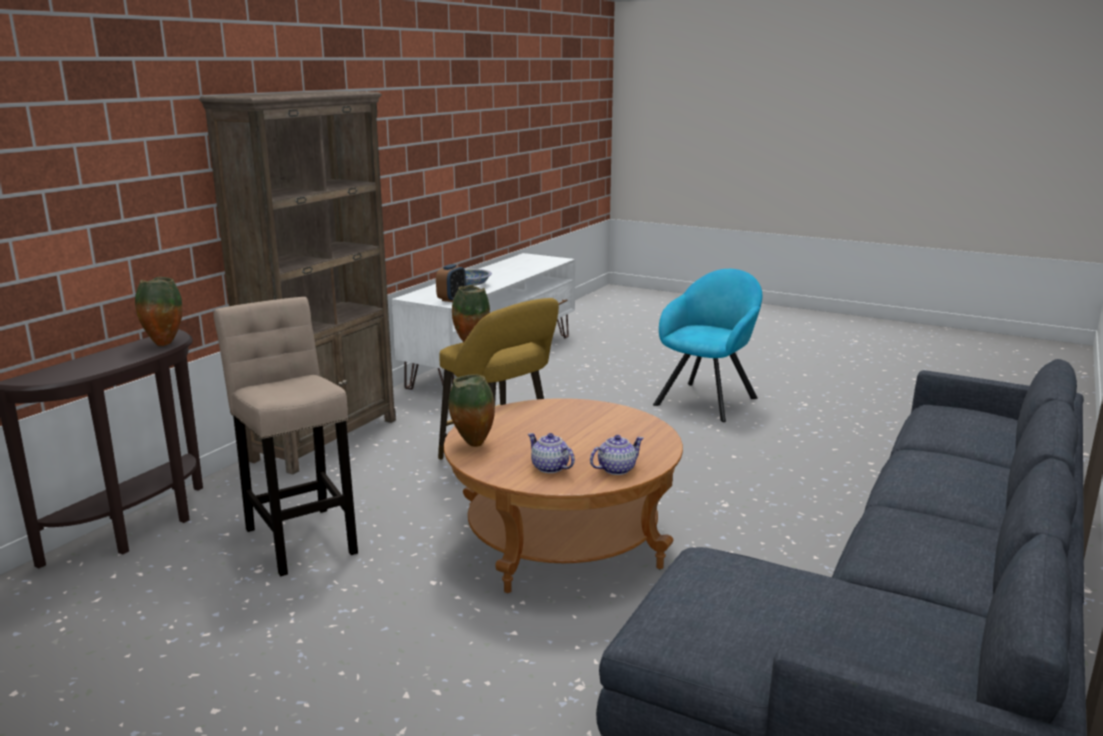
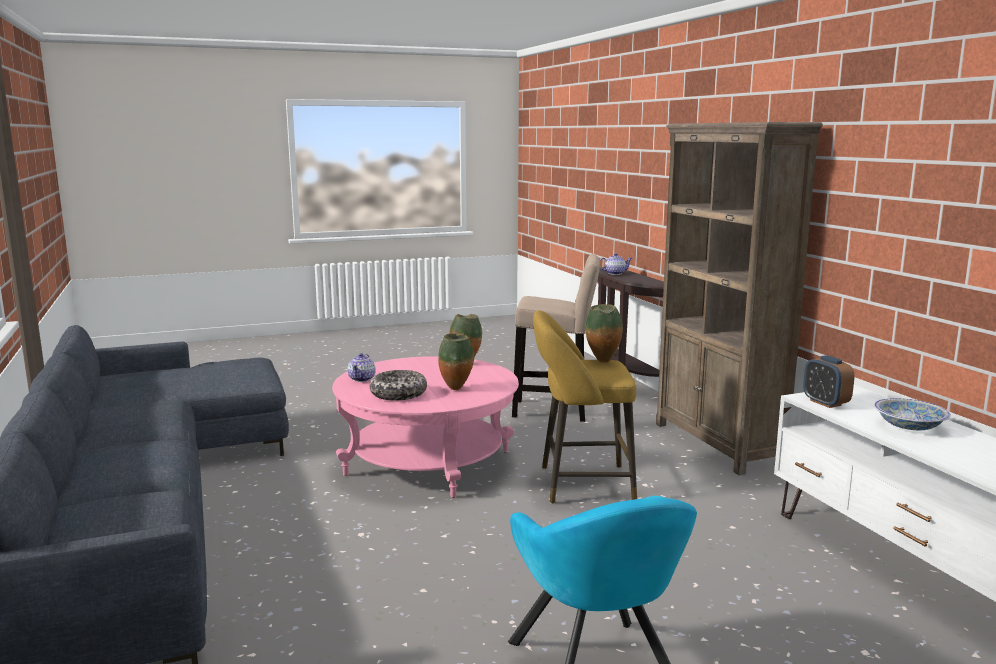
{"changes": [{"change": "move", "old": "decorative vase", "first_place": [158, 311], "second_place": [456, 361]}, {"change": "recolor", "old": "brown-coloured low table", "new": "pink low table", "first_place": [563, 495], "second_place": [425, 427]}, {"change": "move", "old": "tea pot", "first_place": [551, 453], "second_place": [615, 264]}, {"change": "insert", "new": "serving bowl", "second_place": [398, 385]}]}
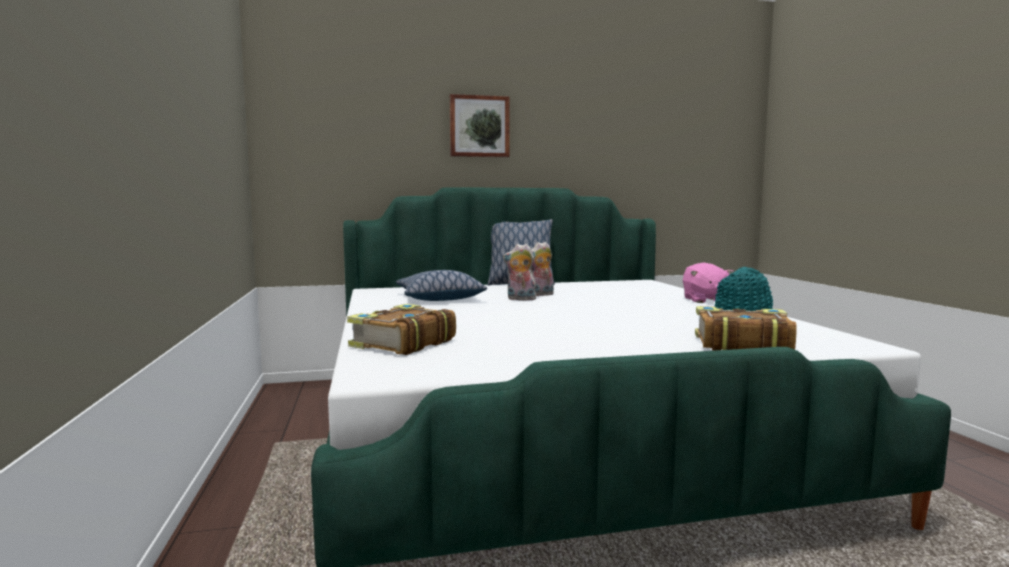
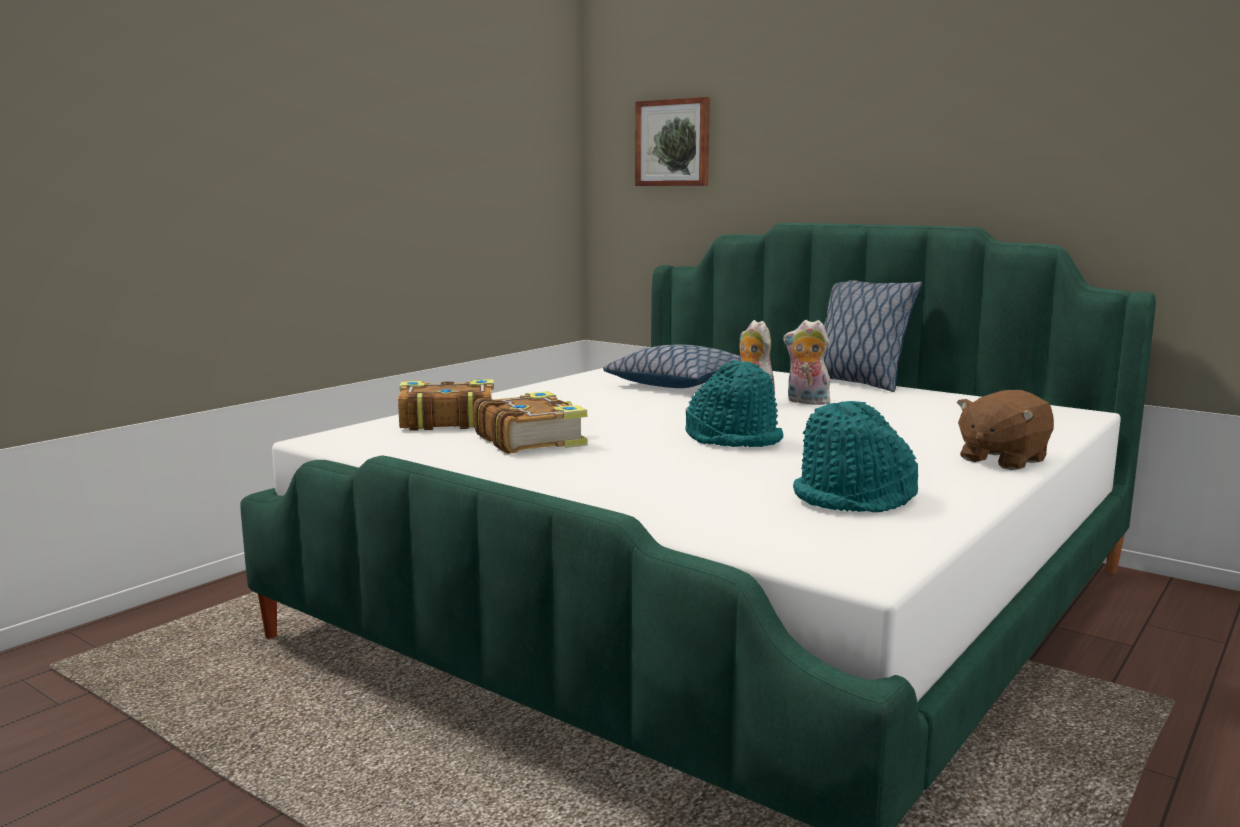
{"changes": [{"change": "move", "old": "wall art", "first_place": [480, 125], "second_place": [672, 141]}, {"change": "recolor", "old": "pink cuddly toy", "new": "brown-coloured cuddly toy", "first_place": [708, 283], "second_place": [1005, 430]}, {"change": "move", "old": "volume", "first_place": [746, 328], "second_place": [530, 422]}, {"change": "insert", "new": "turquoise wearable hat", "second_place": [734, 403]}]}
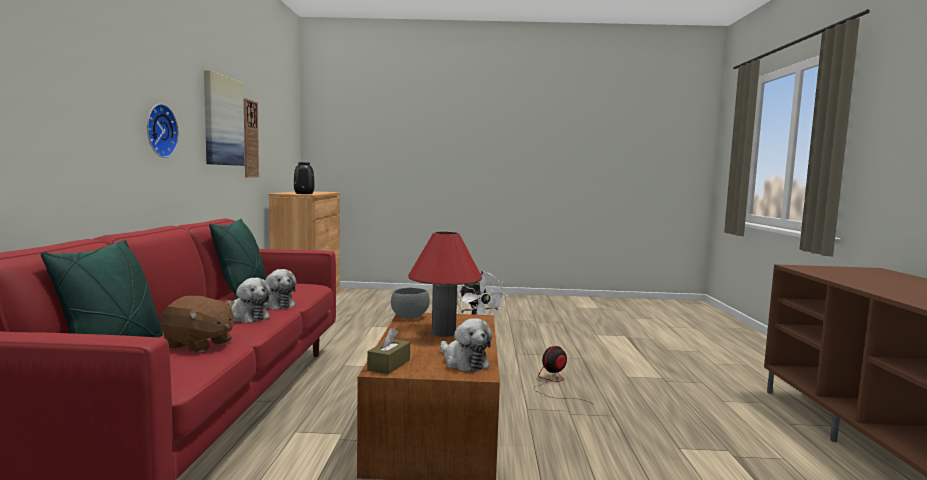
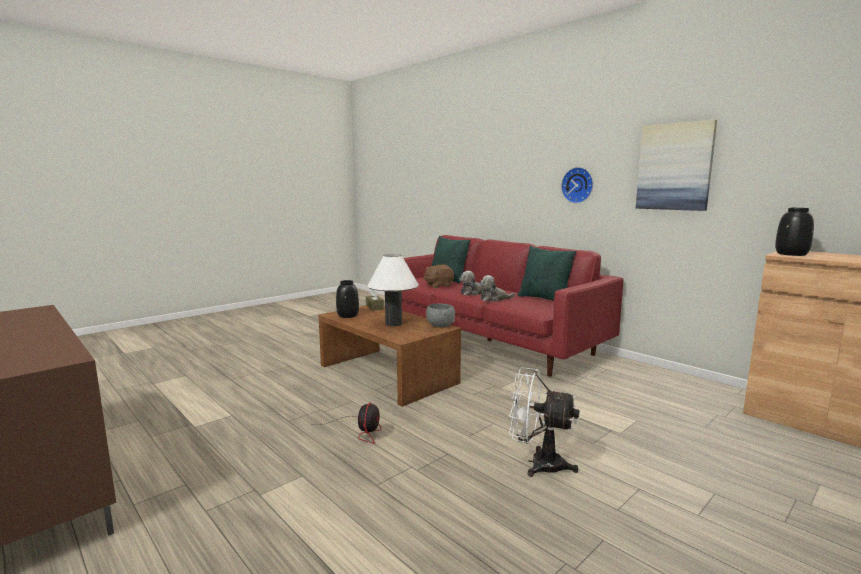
{"changes": [{"change": "delete", "old": "hanging clock", "first_place": [251, 138]}, {"change": "recolor", "old": "red tabletop lamp", "new": "whitish tabletop lamp", "first_place": [445, 284], "second_place": [393, 290]}, {"change": "replace", "old": "cuddly toy", "new": "blackish decorative vase", "first_place": [466, 345], "second_place": [347, 299]}]}
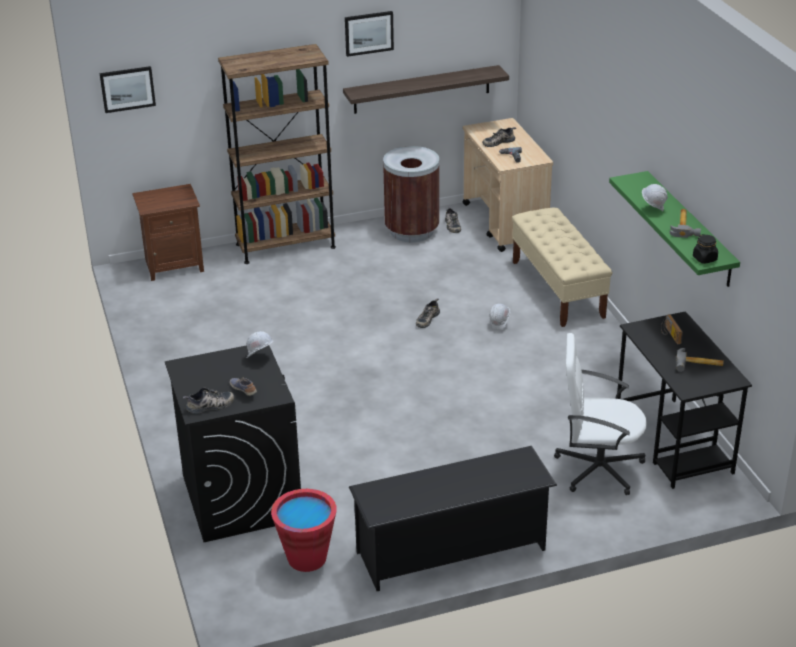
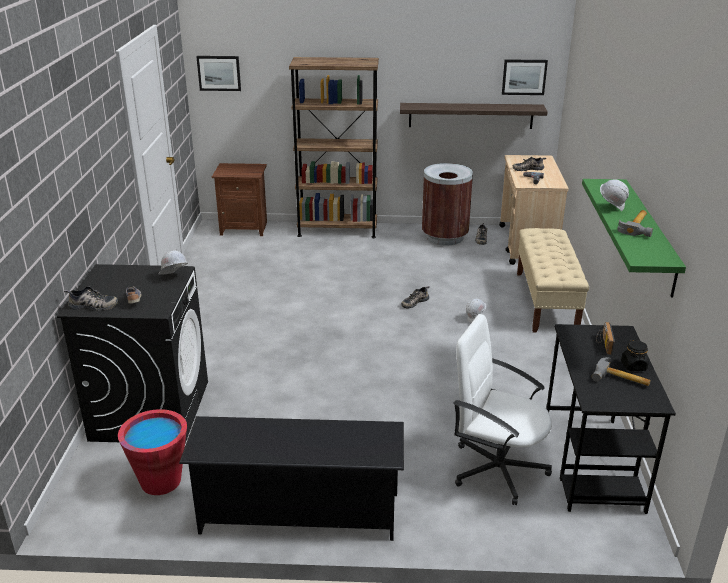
{"changes": [{"change": "move", "old": "wall art", "first_place": [369, 34], "second_place": [525, 77]}, {"change": "move", "old": "blackish storage jar", "first_place": [705, 249], "second_place": [635, 355]}]}
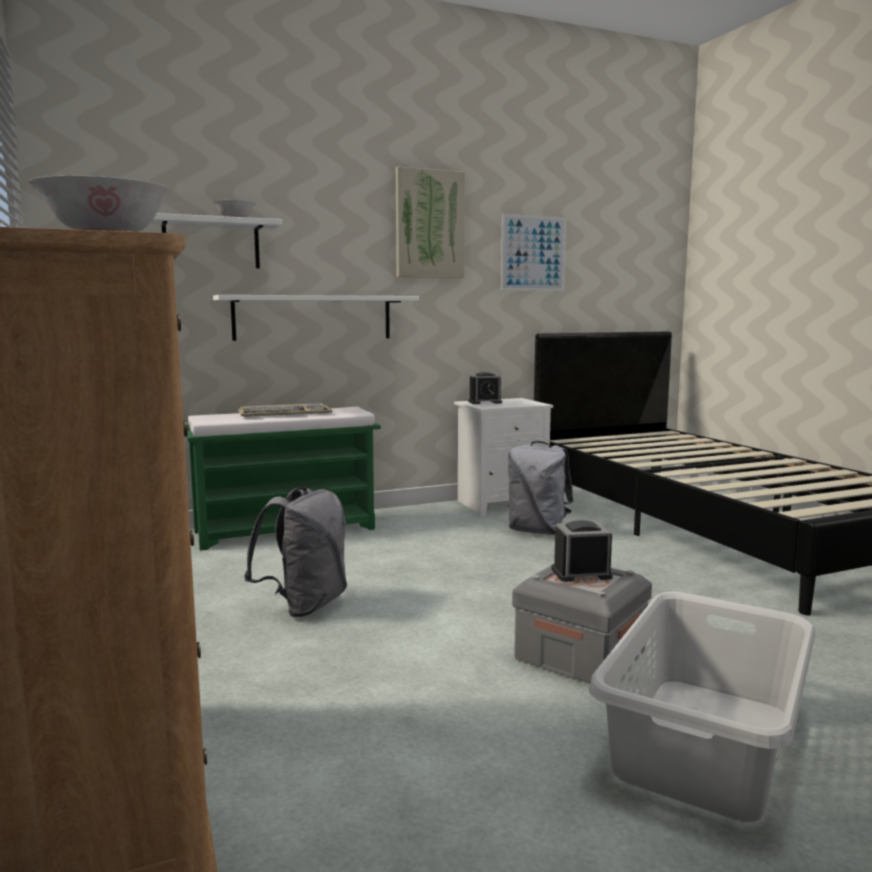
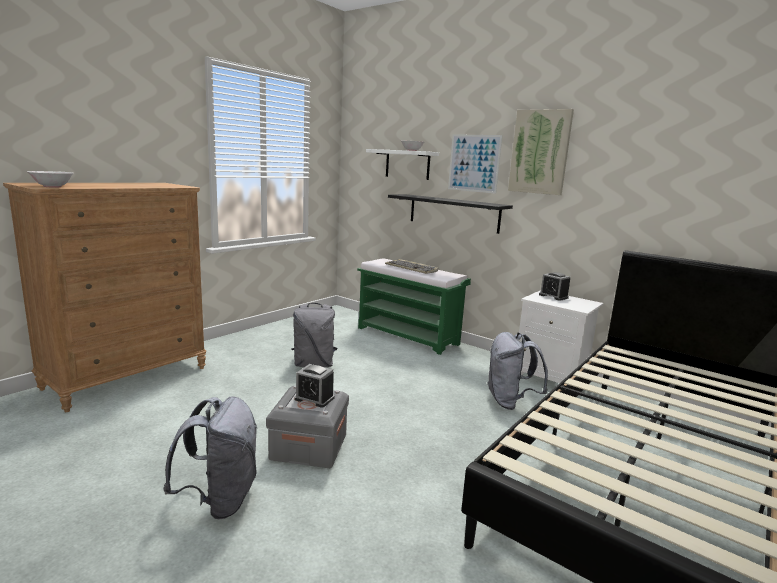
{"changes": [{"change": "move", "old": "wall art", "first_place": [533, 252], "second_place": [475, 164]}, {"change": "recolor", "old": "whitish wall shelf", "new": "blackish wall shelf", "first_place": [316, 318], "second_place": [450, 214]}, {"change": "rotate", "old": "bedside clock", "first_place": [582, 551], "second_place": [314, 386], "degrees": 150}, {"change": "replace", "old": "gray hamper", "new": "gray rucksack", "first_place": [702, 706], "second_place": [210, 458]}]}
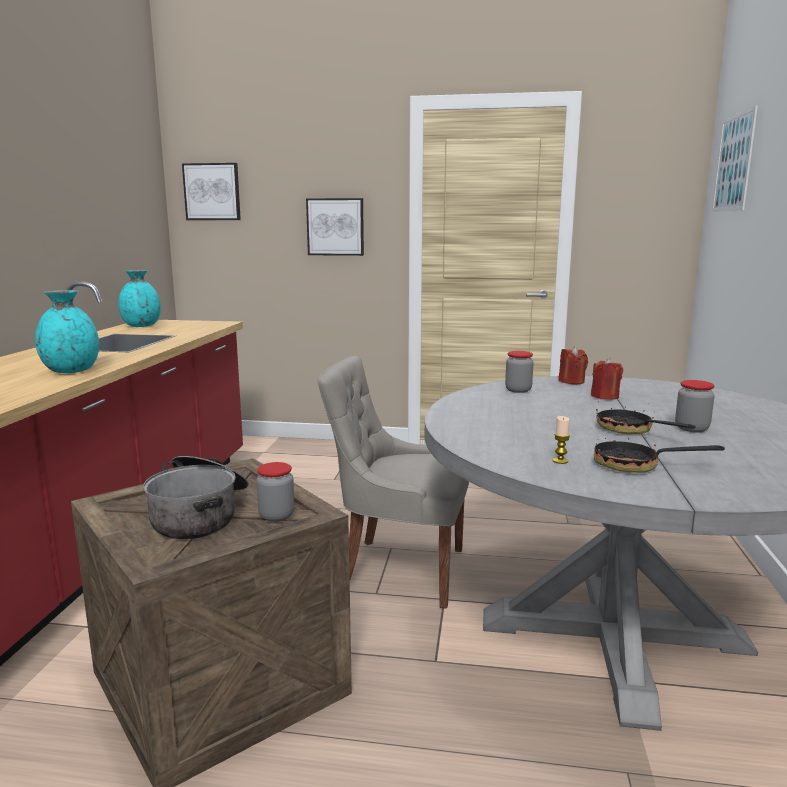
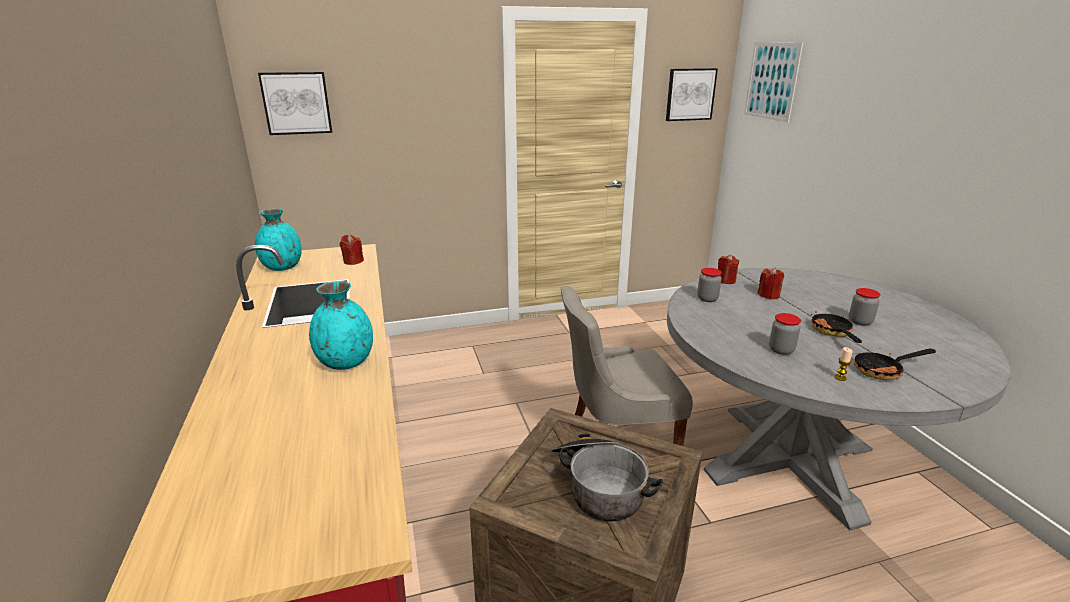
{"changes": [{"change": "move", "old": "wall art", "first_place": [335, 227], "second_place": [692, 94]}, {"change": "rotate", "old": "frying pan", "first_place": [646, 417], "second_place": [836, 327], "degrees": 60}, {"change": "move", "old": "storage jar", "first_place": [275, 492], "second_place": [785, 334]}, {"change": "insert", "new": "red wax light", "second_place": [352, 250]}]}
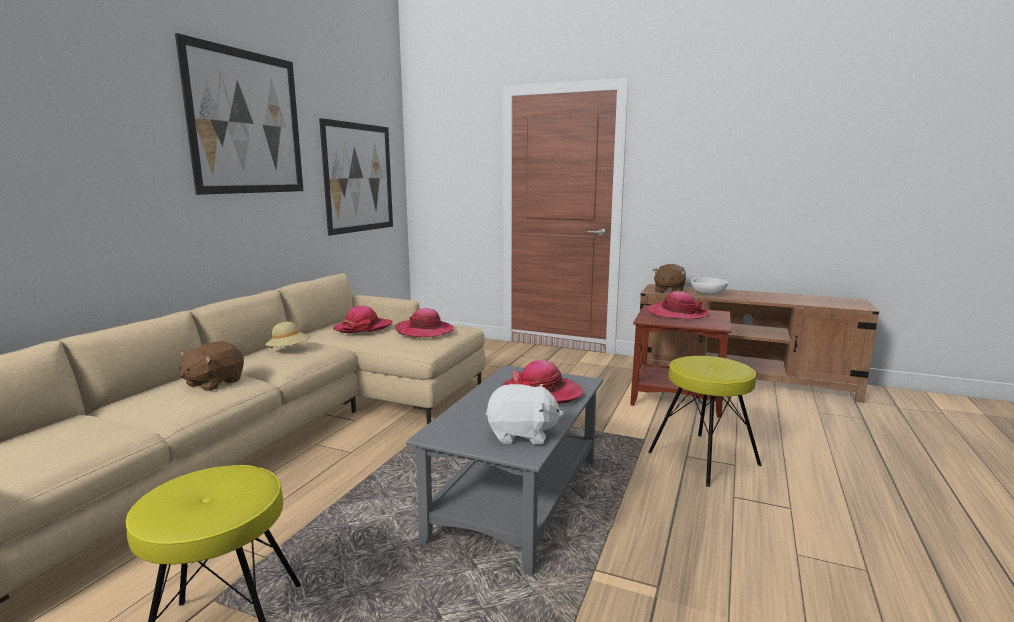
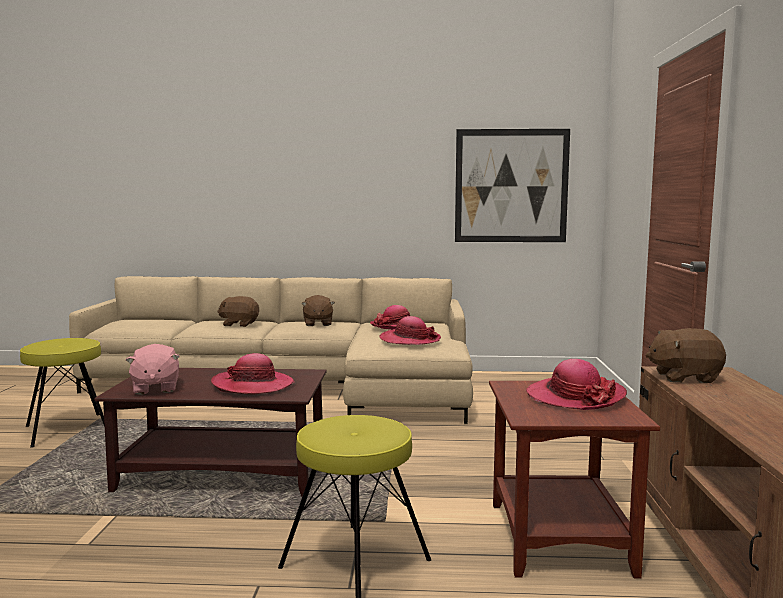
{"changes": [{"change": "delete", "old": "wall art", "first_place": [239, 114]}, {"change": "delete", "old": "whitish serving bowl", "first_place": [709, 286]}, {"change": "replace", "old": "beige wearable hat", "new": "brown-coloured cuddly toy", "first_place": [288, 335], "second_place": [318, 310]}, {"change": "recolor", "old": "gray low table", "new": "brown-coloured low table", "first_place": [504, 470], "second_place": [211, 432]}, {"change": "recolor", "old": "whitish cuddly toy", "new": "pink cuddly toy", "first_place": [525, 414], "second_place": [152, 369]}]}
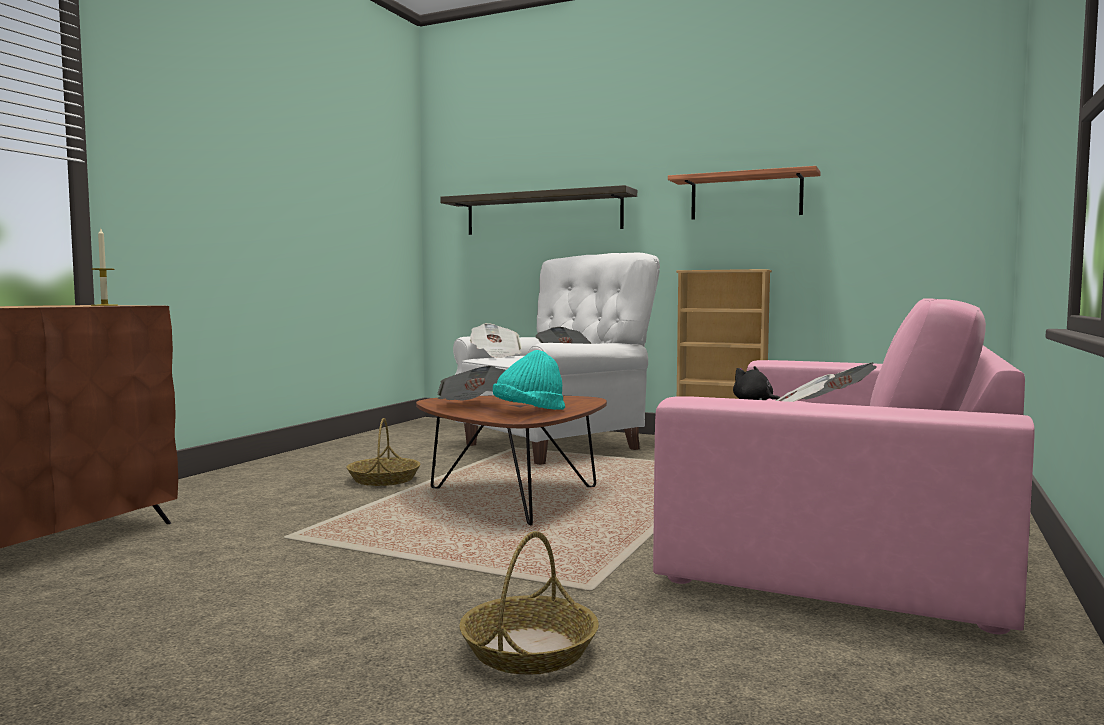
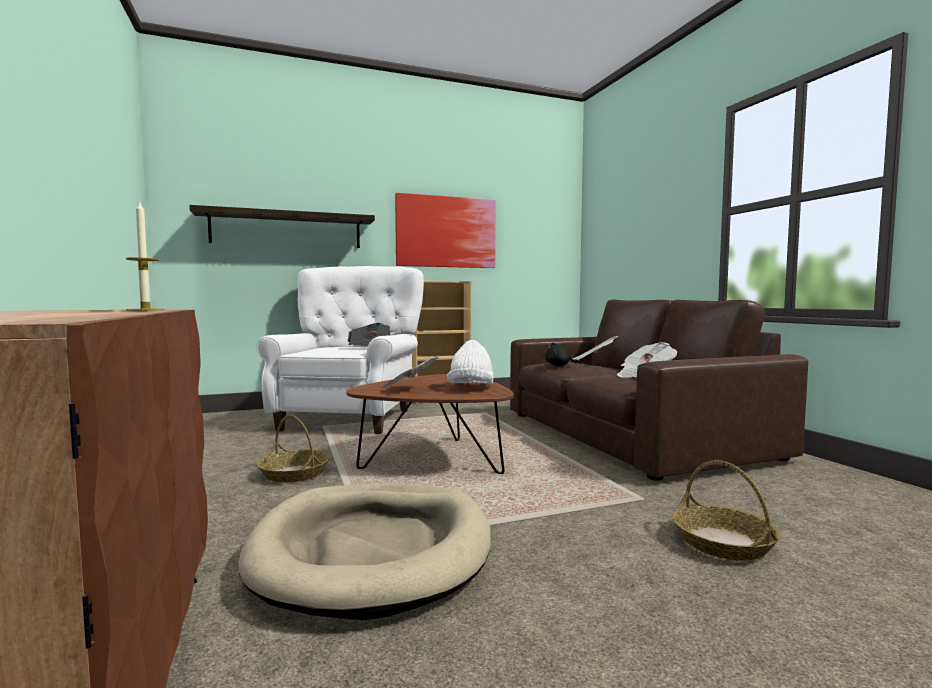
{"changes": [{"change": "replace", "old": "wall shelf", "new": "wall art", "first_place": [744, 193], "second_place": [445, 230]}, {"change": "recolor", "old": "pink couch", "new": "brown-coloured couch", "first_place": [844, 466], "second_place": [659, 390]}, {"change": "delete", "old": "newspaper", "first_place": [496, 340]}, {"change": "recolor", "old": "turquoise wearable hat", "new": "whitish wearable hat", "first_place": [529, 380], "second_place": [470, 362]}, {"change": "insert", "new": "beige dog bed", "second_place": [365, 551]}]}
